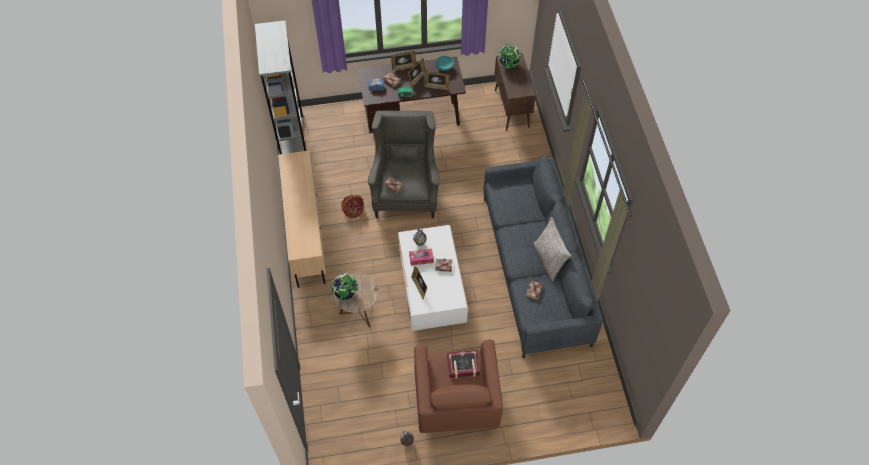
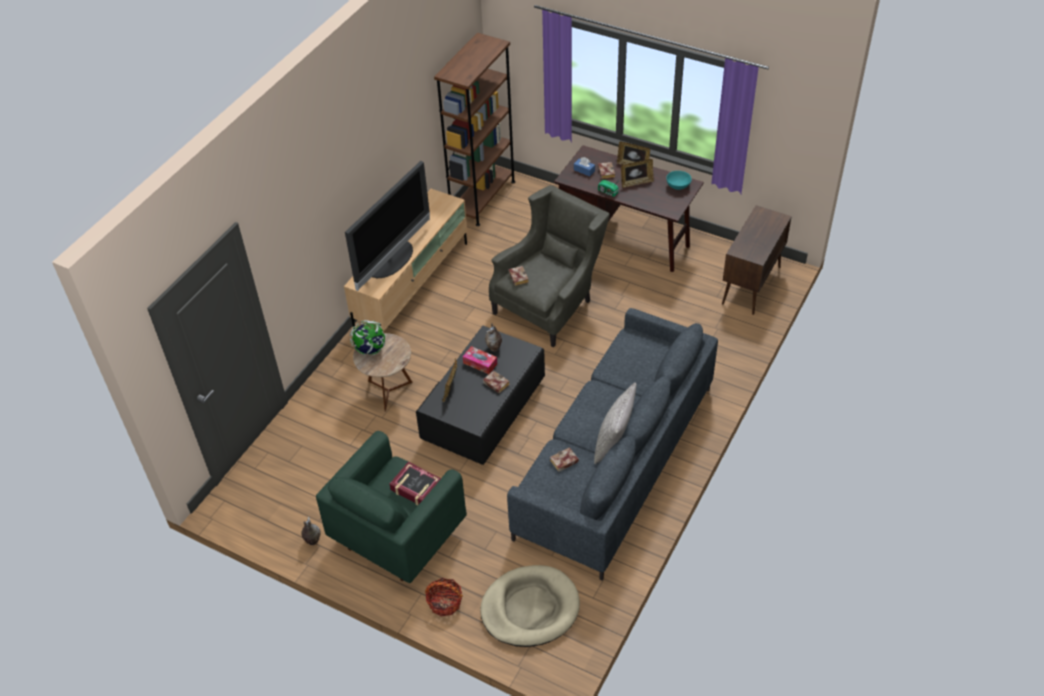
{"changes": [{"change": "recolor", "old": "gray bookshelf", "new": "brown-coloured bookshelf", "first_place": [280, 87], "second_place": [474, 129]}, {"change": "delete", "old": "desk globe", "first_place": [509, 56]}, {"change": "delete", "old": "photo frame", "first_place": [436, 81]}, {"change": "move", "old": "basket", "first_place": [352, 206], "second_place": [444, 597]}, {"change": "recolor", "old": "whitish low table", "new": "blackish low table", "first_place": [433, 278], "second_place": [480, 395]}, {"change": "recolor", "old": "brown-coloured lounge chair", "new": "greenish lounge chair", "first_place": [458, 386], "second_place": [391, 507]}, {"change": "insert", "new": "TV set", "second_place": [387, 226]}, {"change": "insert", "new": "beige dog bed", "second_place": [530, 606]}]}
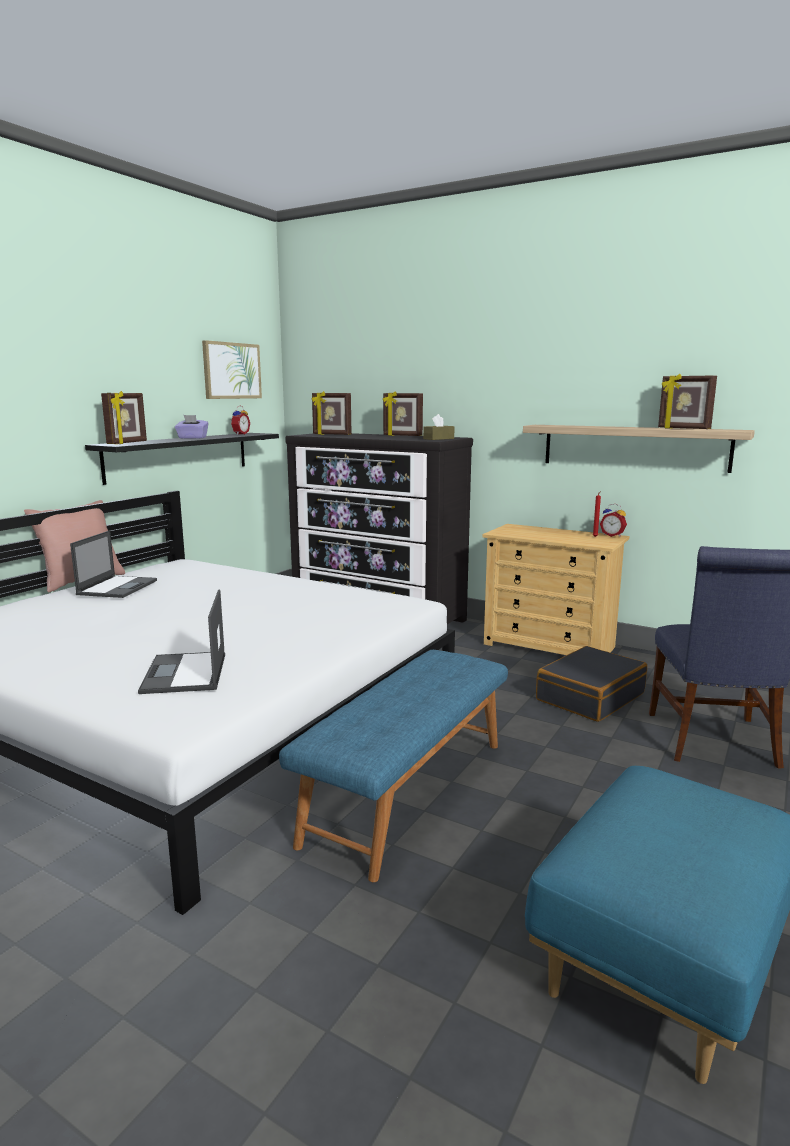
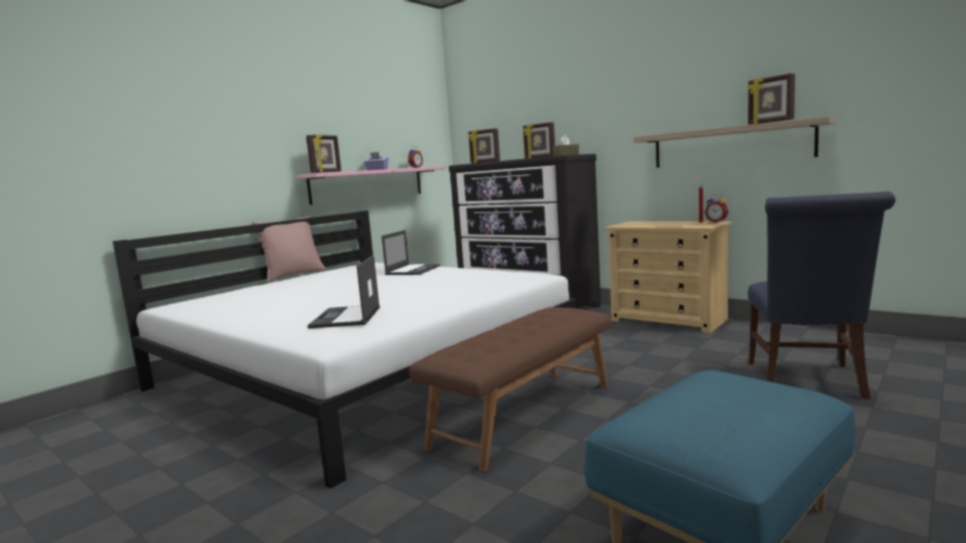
{"changes": [{"change": "delete", "old": "wall art", "first_place": [232, 369]}, {"change": "recolor", "old": "blackish wall shelf", "new": "pink wall shelf", "first_place": [182, 459], "second_place": [370, 185]}, {"change": "move", "old": "portable computer", "first_place": [113, 564], "second_place": [411, 252]}, {"change": "delete", "old": "blackish travel case", "first_place": [591, 684]}, {"change": "recolor", "old": "blue bench", "new": "brown-coloured bench", "first_place": [393, 766], "second_place": [510, 389]}]}
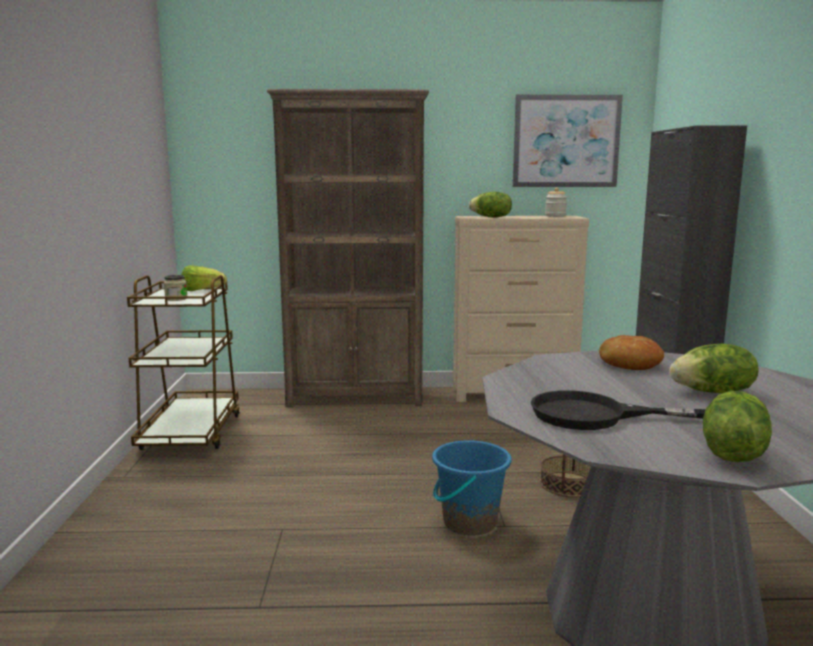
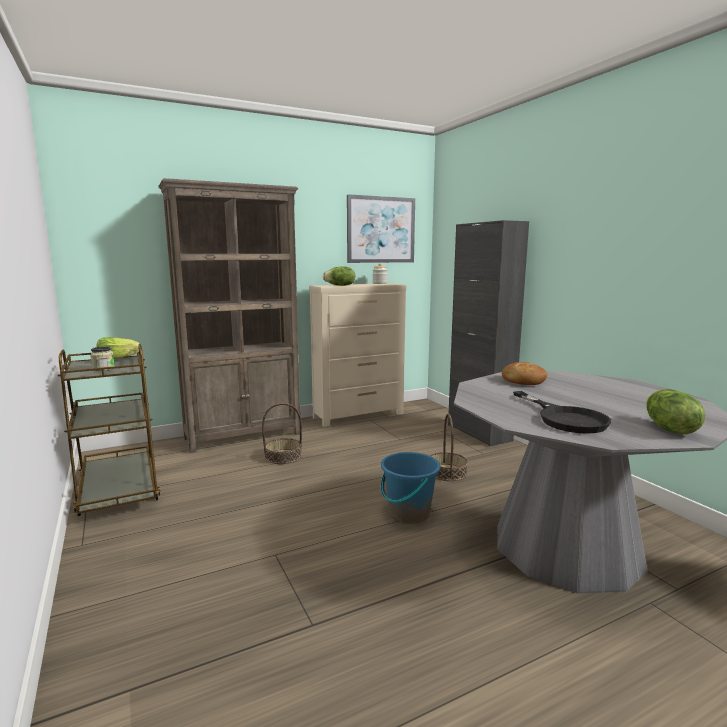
{"changes": [{"change": "delete", "old": "lettuce", "first_place": [714, 369]}, {"change": "rotate", "old": "blackish frying pan", "first_place": [618, 410], "second_place": [562, 412], "degrees": -90}, {"change": "insert", "new": "basket", "second_place": [282, 433]}]}
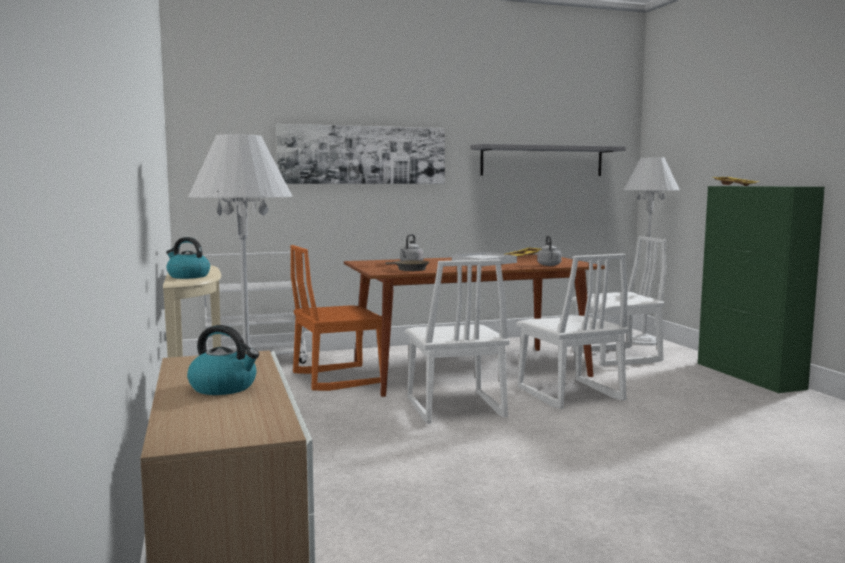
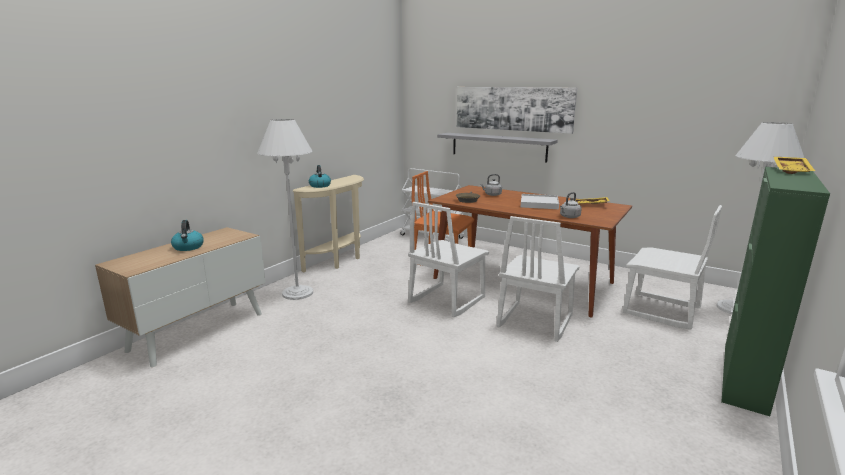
{"changes": [{"change": "move", "old": "gray wall shelf", "first_place": [548, 160], "second_place": [497, 148]}]}
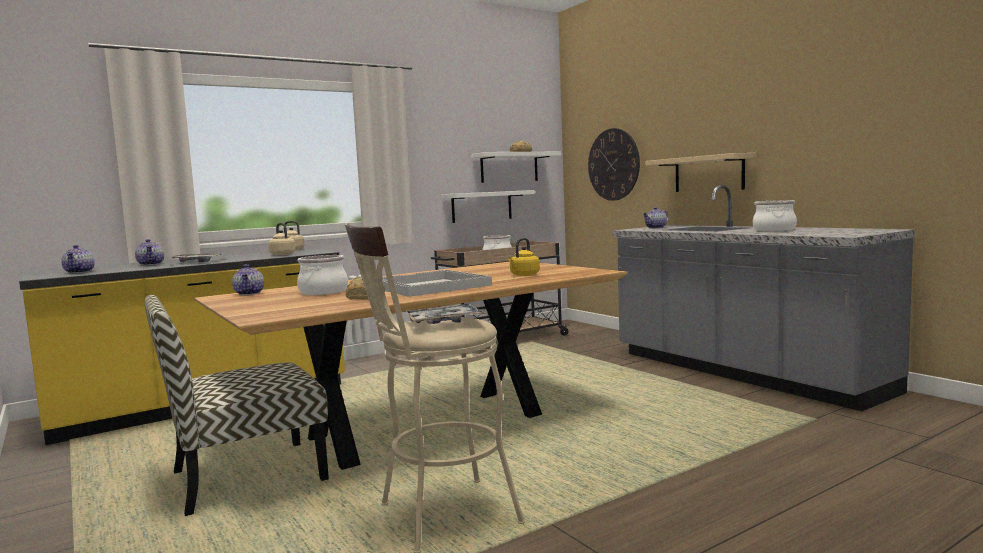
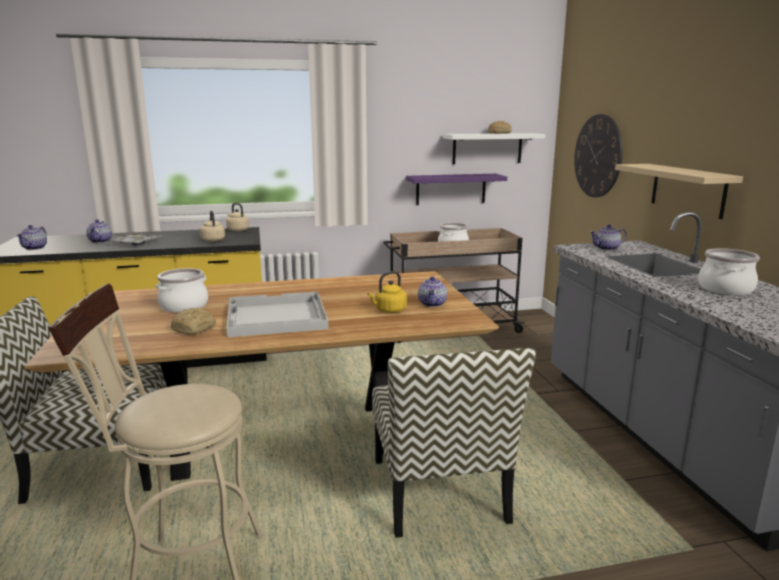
{"changes": [{"change": "recolor", "old": "whitish wall shelf", "new": "purple wall shelf", "first_place": [488, 206], "second_place": [456, 189]}, {"change": "move", "old": "tea pot", "first_place": [248, 279], "second_place": [432, 291]}, {"change": "delete", "old": "tray", "first_place": [445, 314]}, {"change": "insert", "new": "plain chair", "second_place": [454, 443]}]}
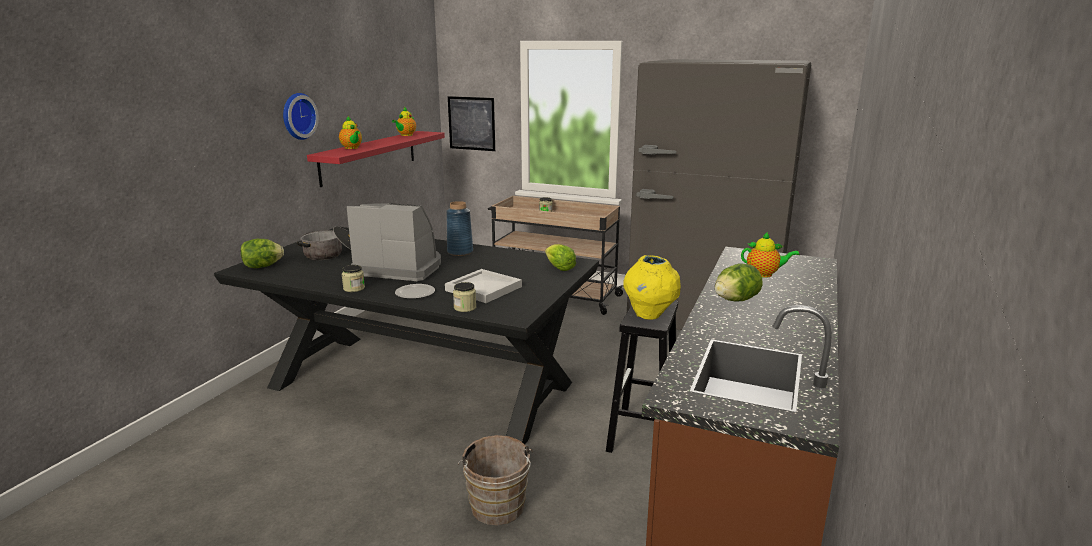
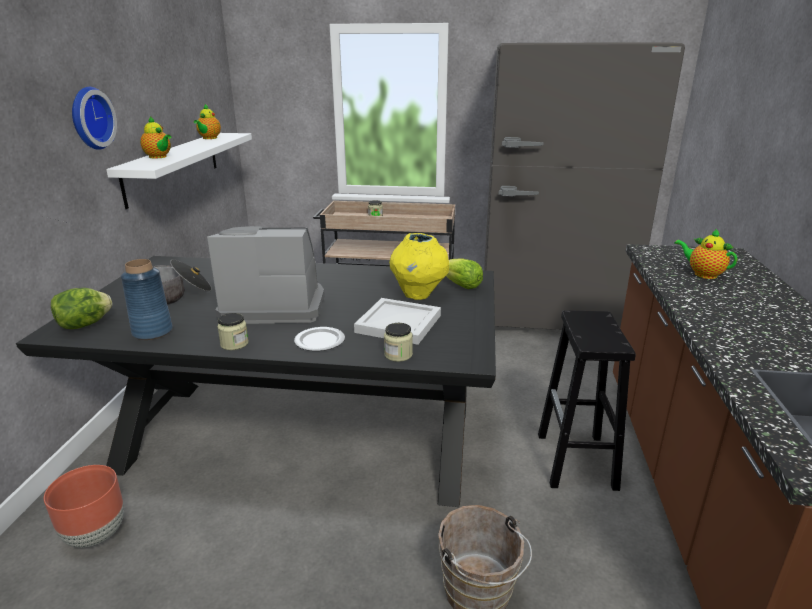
{"changes": [{"change": "delete", "old": "wall art", "first_place": [471, 123]}, {"change": "recolor", "old": "red wall shelf", "new": "whitish wall shelf", "first_place": [376, 159], "second_place": [179, 171]}, {"change": "move", "old": "blue decorative vase", "first_place": [459, 228], "second_place": [147, 299]}, {"change": "rotate", "old": "tea pot", "first_place": [770, 255], "second_place": [705, 253], "degrees": -135}, {"change": "move", "old": "yellow-coloured decorative vase", "first_place": [652, 287], "second_place": [419, 266]}, {"change": "delete", "old": "lettuce", "first_place": [739, 283]}, {"change": "insert", "new": "brown-coloured plant pot", "second_place": [84, 506]}]}
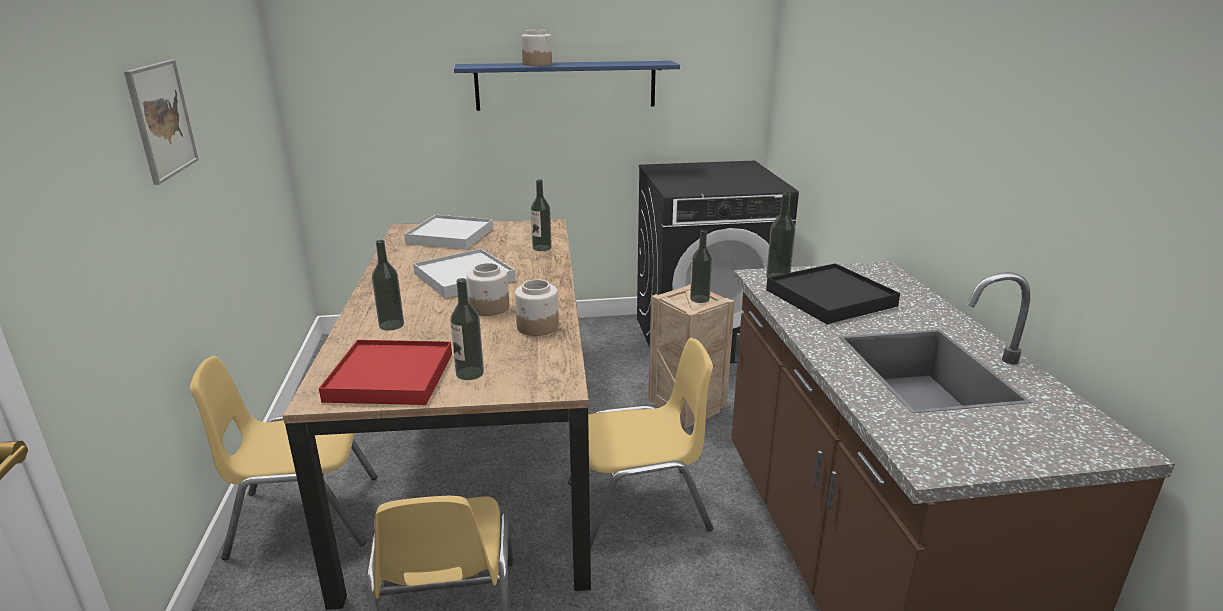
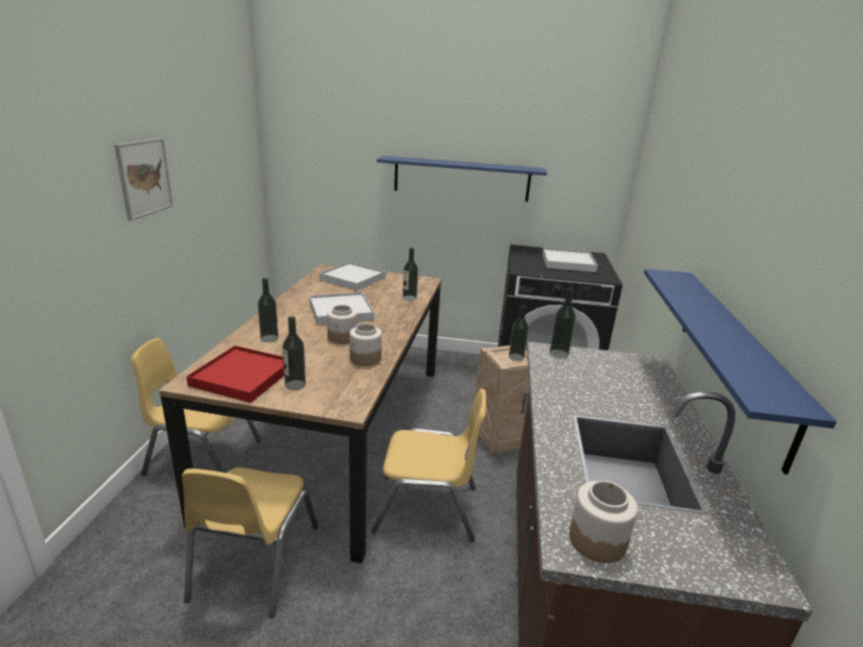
{"changes": [{"change": "move", "old": "storage jar", "first_place": [536, 47], "second_place": [603, 522]}, {"change": "delete", "old": "blackish tray", "first_place": [833, 293]}, {"change": "insert", "new": "whitish tray", "second_place": [570, 259]}, {"change": "insert", "new": "blue wall shelf", "second_place": [740, 372]}]}
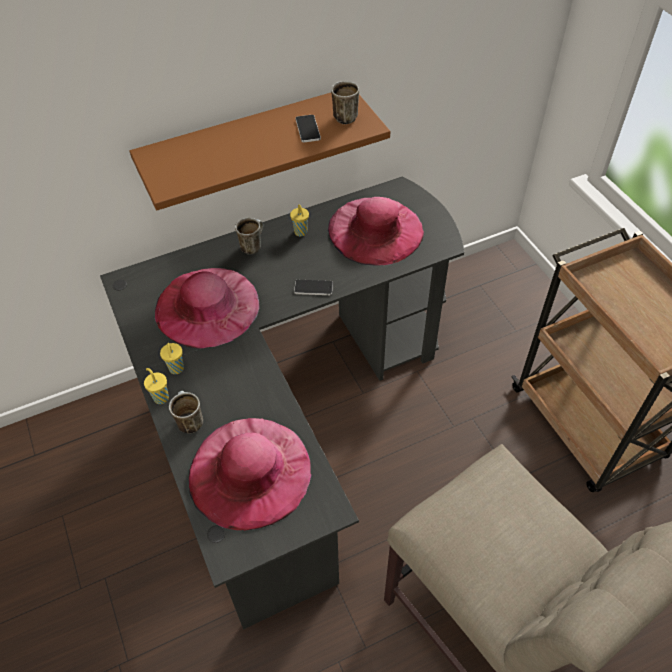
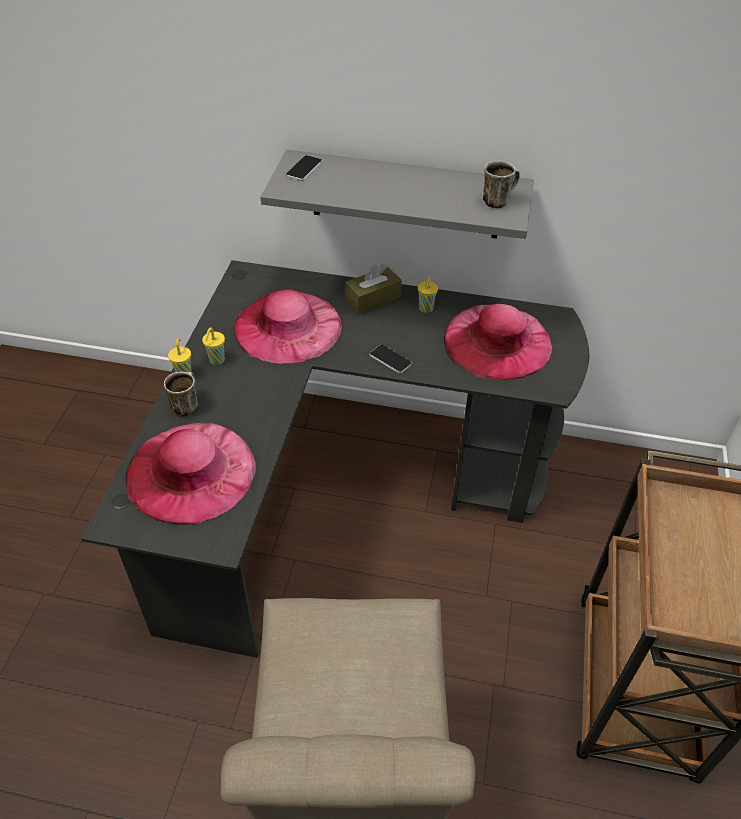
{"changes": [{"change": "recolor", "old": "brown-coloured wall shelf", "new": "gray wall shelf", "first_place": [260, 151], "second_place": [397, 194]}, {"change": "move", "old": "telephone", "first_place": [308, 128], "second_place": [304, 168]}, {"change": "replace", "old": "tea mug", "new": "brown-coloured box of tissues", "first_place": [249, 236], "second_place": [373, 289]}]}
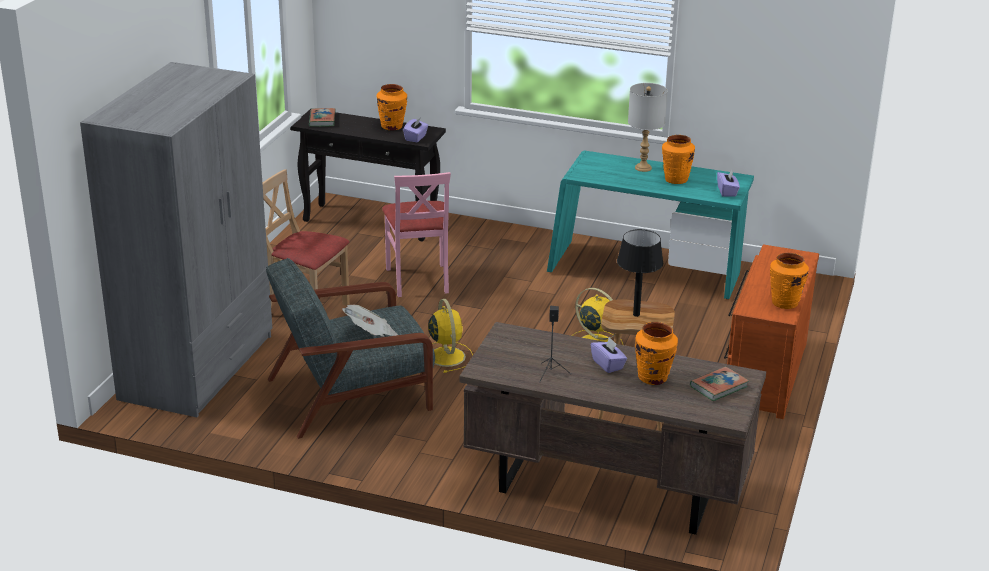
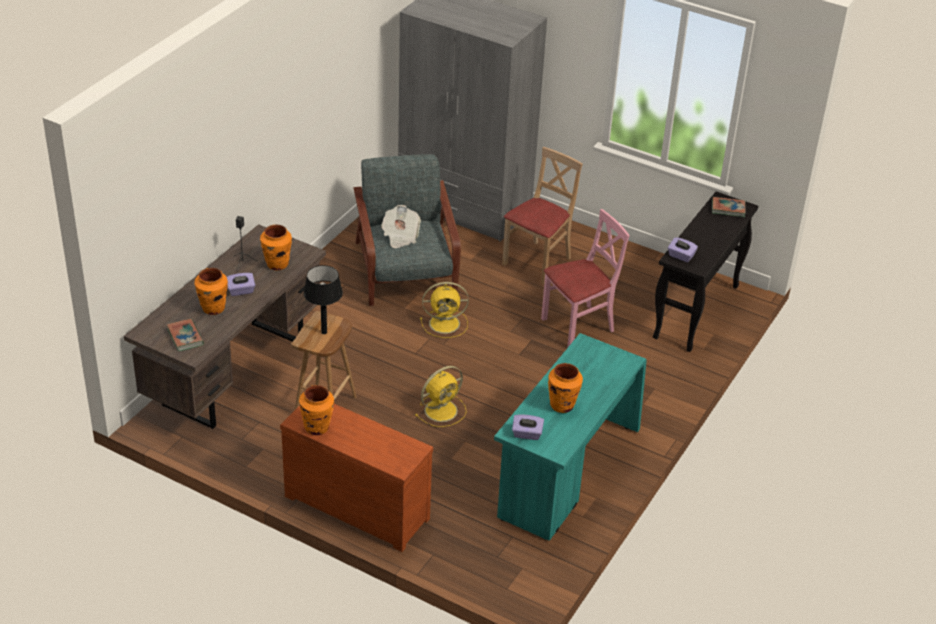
{"changes": [{"change": "delete", "old": "gray tabletop lamp", "first_place": [648, 127]}, {"change": "move", "old": "orange-coloured decorative vase", "first_place": [391, 107], "second_place": [276, 248]}, {"change": "rotate", "old": "pink plain chair", "first_place": [416, 234], "second_place": [585, 278], "degrees": 150}]}
